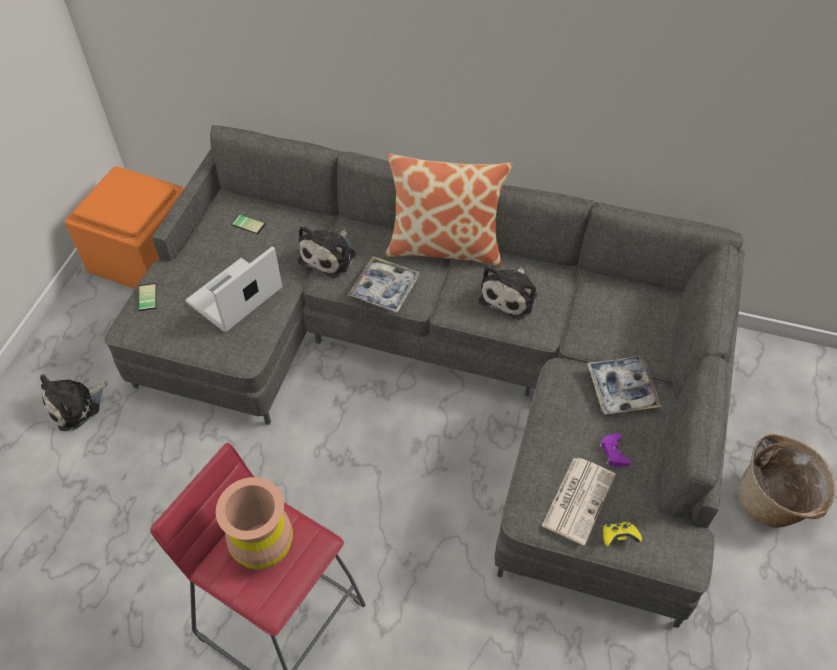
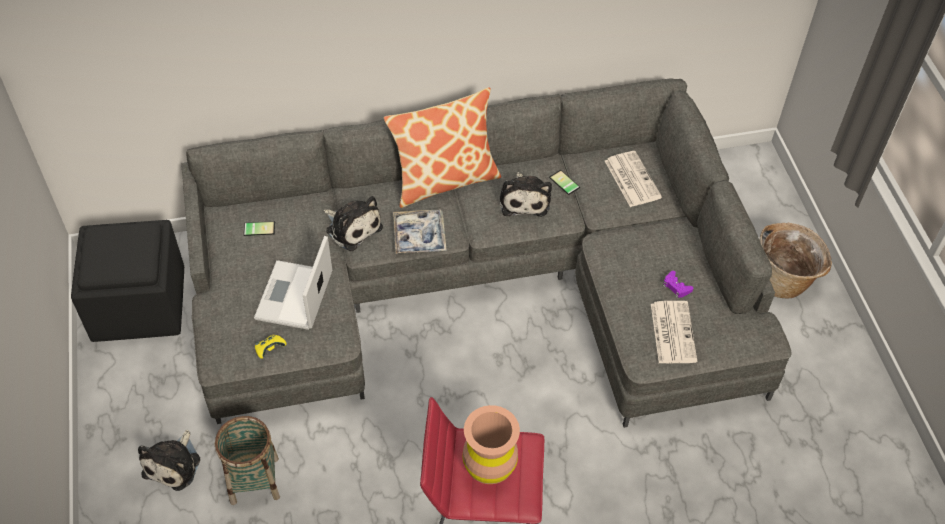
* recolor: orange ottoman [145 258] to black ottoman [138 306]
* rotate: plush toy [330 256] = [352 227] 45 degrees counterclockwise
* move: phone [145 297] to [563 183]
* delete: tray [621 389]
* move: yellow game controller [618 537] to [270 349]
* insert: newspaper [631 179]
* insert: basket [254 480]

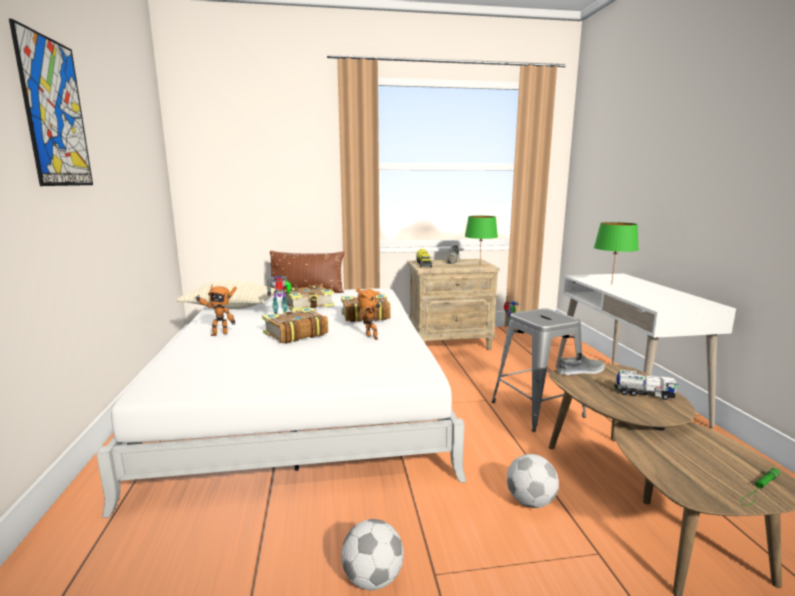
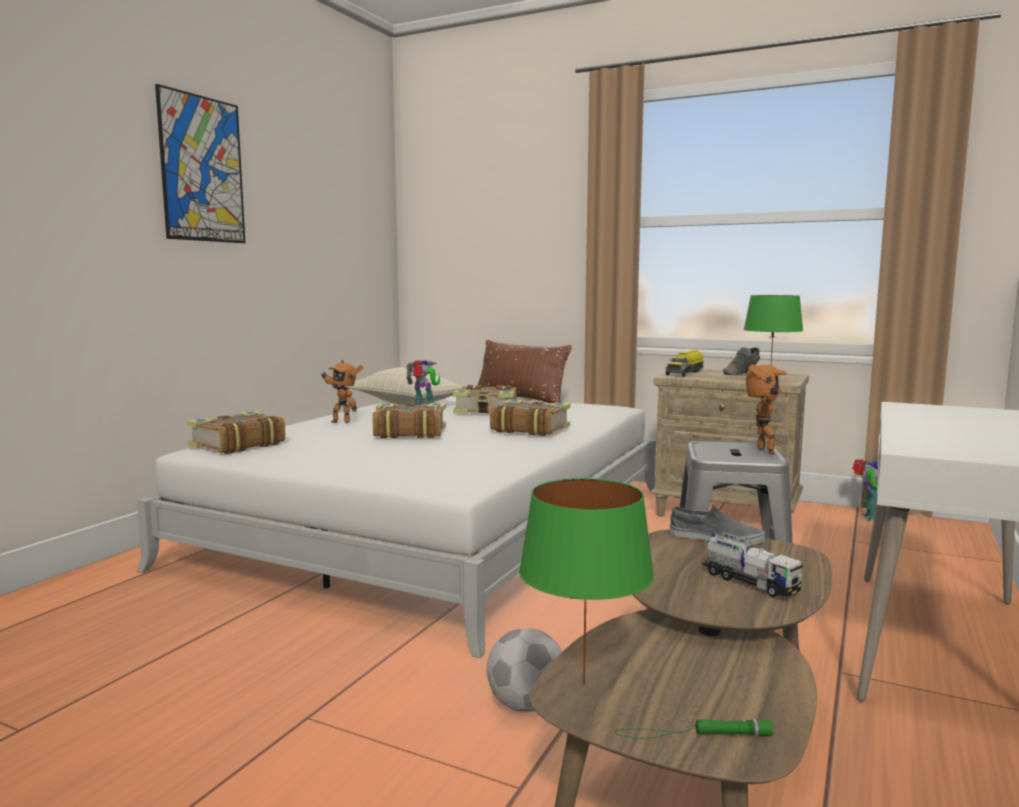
* move: green table lamp [611 284] to [583 685]
* move: toy robot [370 338] to [762 452]
* delete: football [372 579]
* insert: book [236 445]

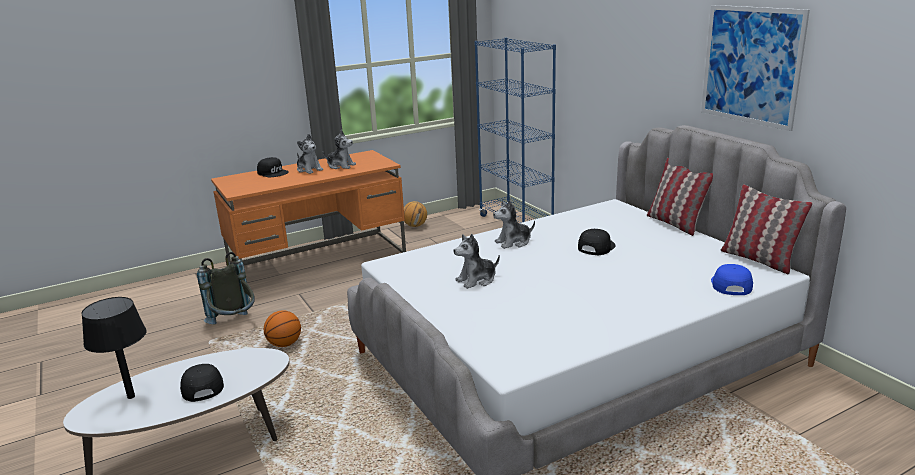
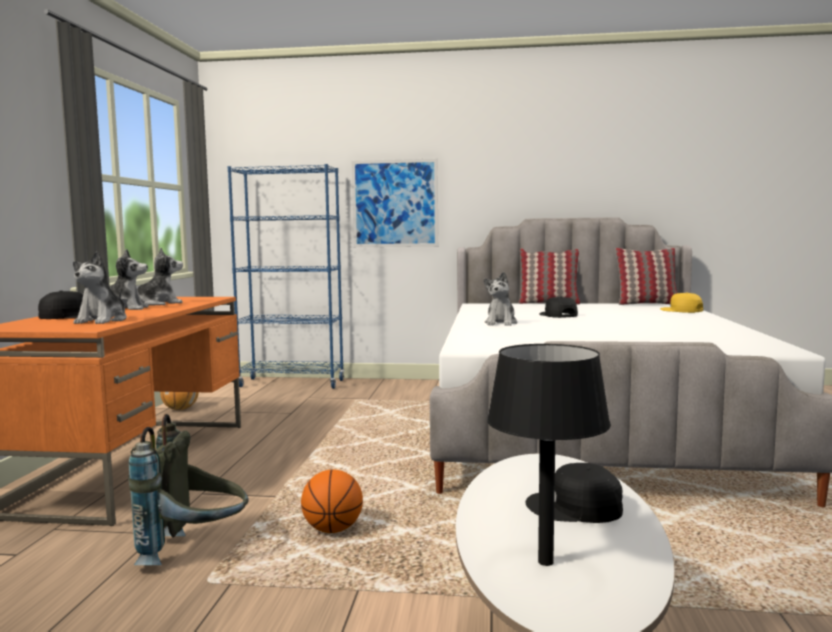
* move: picture [751 65] to [395 203]
* move: plush toy [477 280] to [102 321]
* recolor: blue cap [730 285] to yellow cap [681 310]

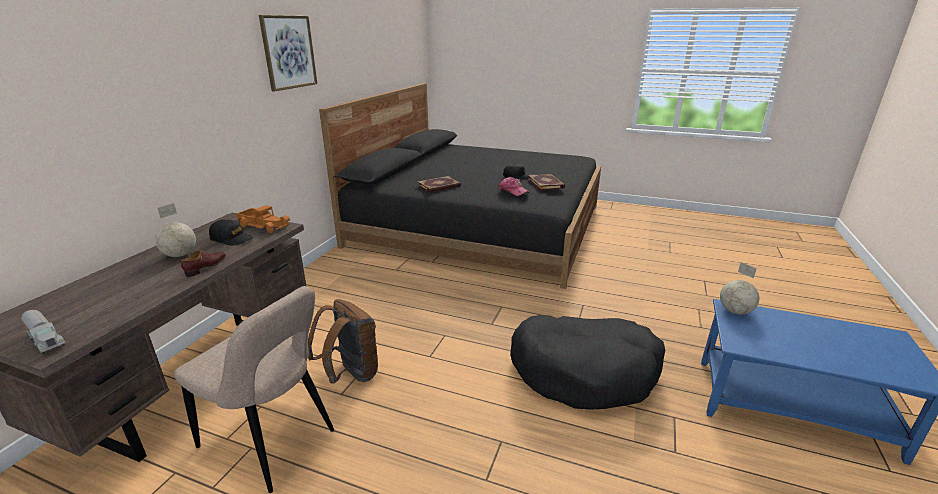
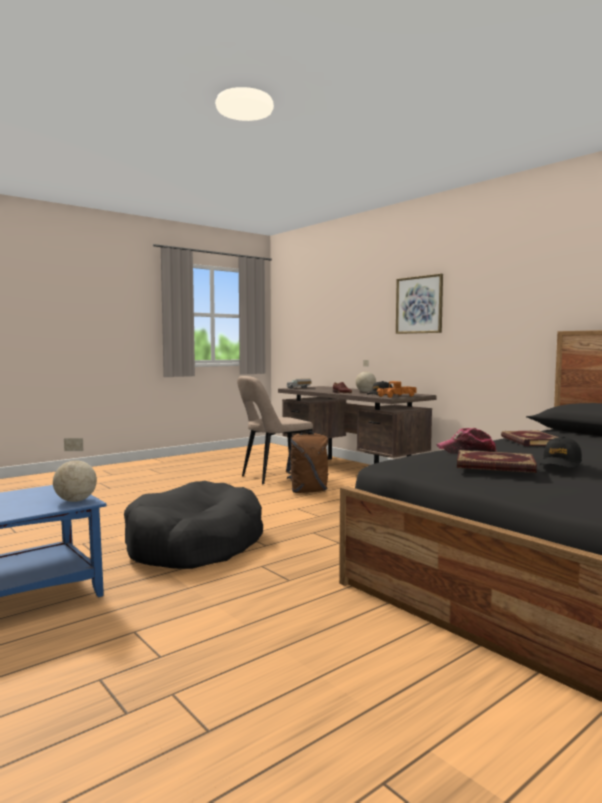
* move: picture [288 52] to [419 305]

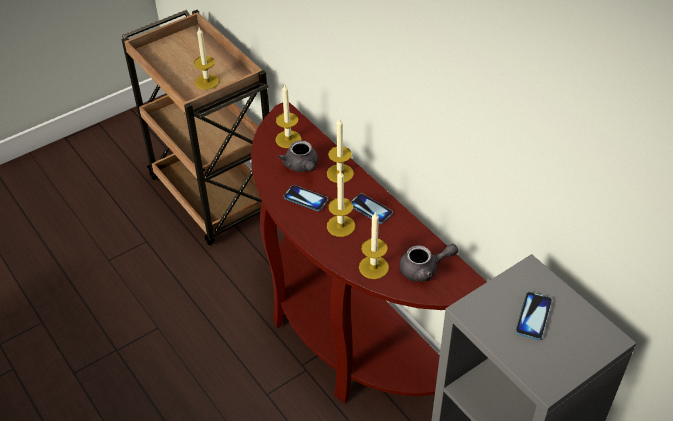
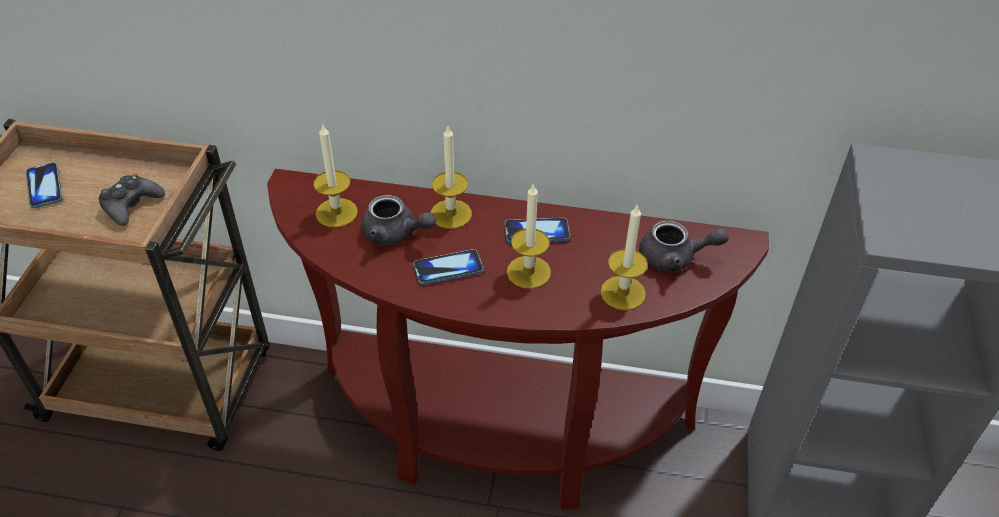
* replace: candle [207 81] to black game controller [131 205]
* rotate: grey teapot [424 269] = [675 258] 60 degrees clockwise
* move: phone [533 316] to [44 186]

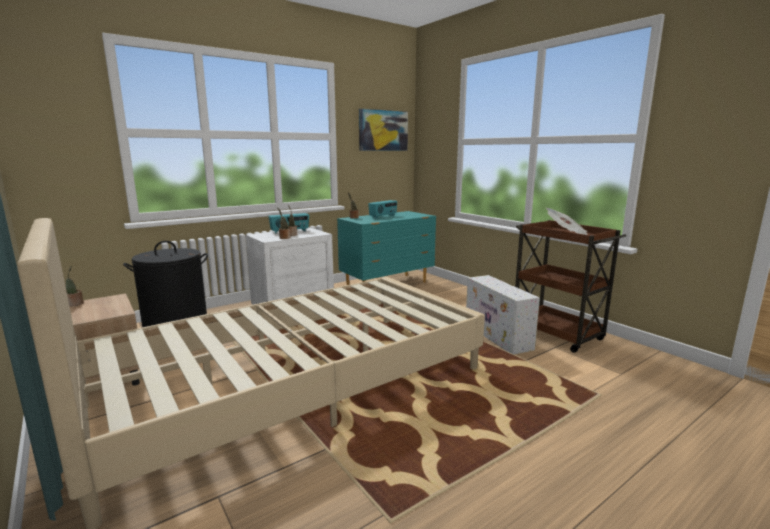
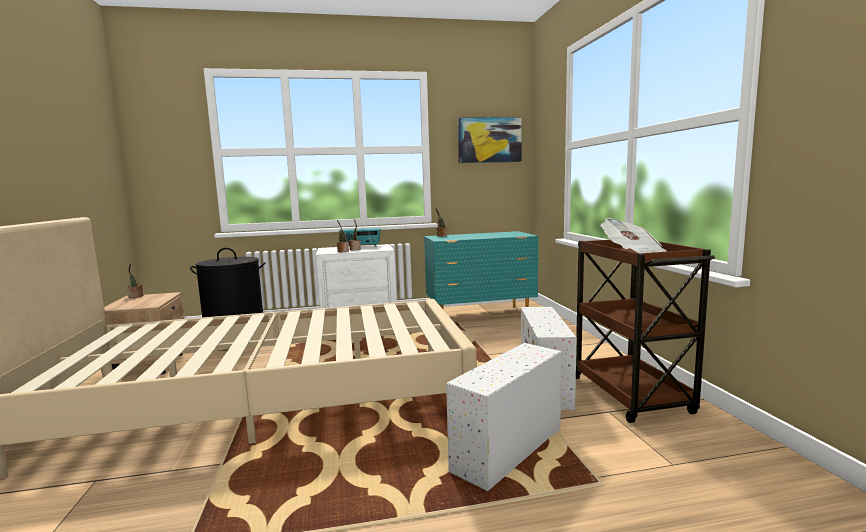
* delete: radio [383 216]
* insert: white storage box [507 451]

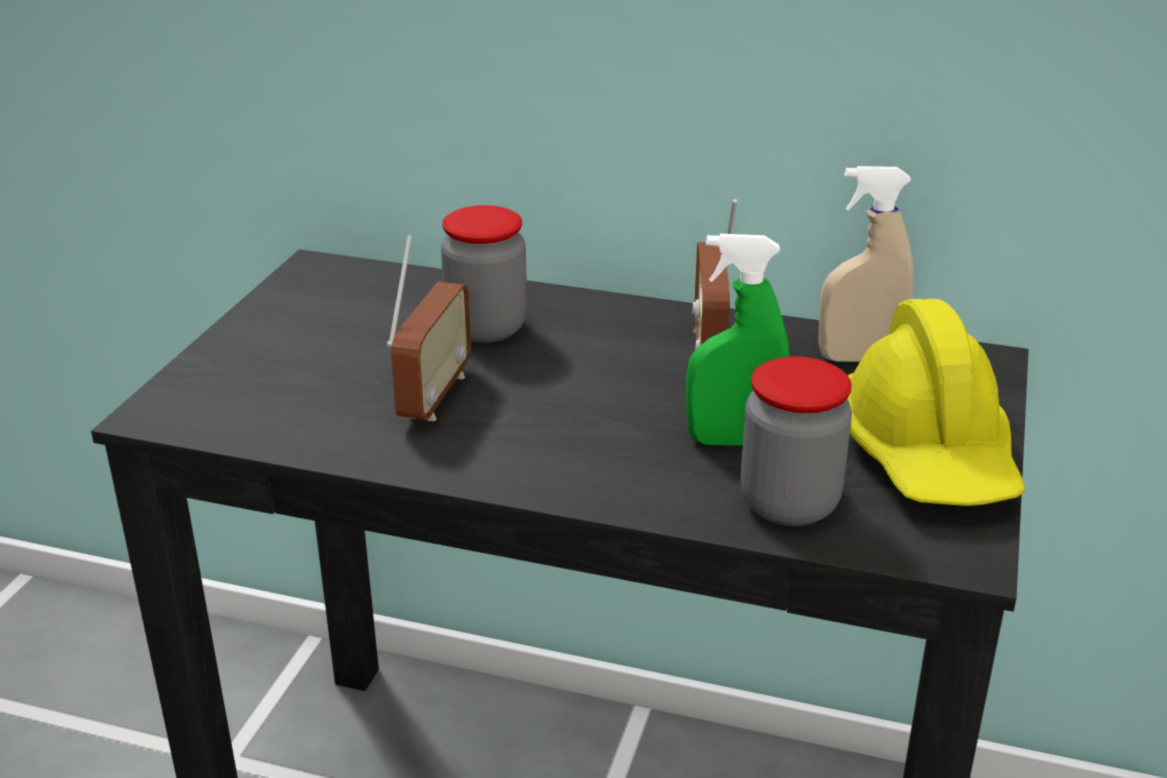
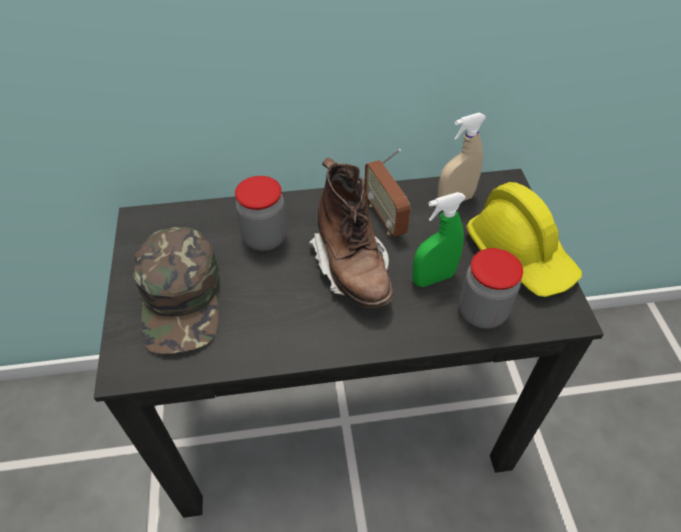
* delete: radio [434 396]
* insert: brown boot [352 268]
* insert: green cap [182 298]

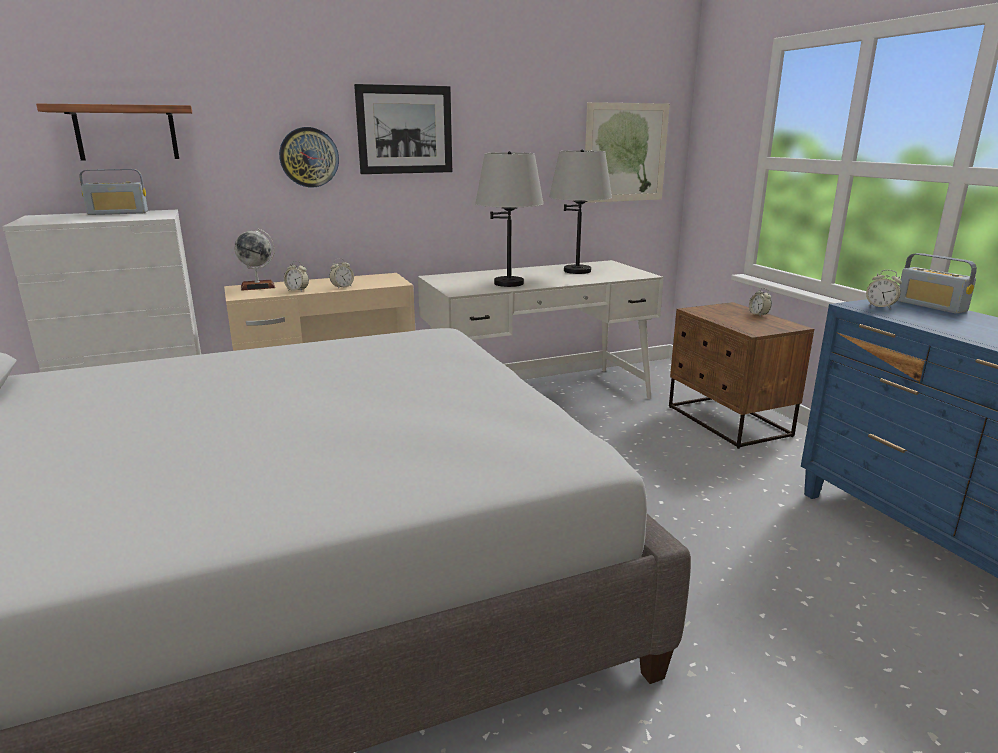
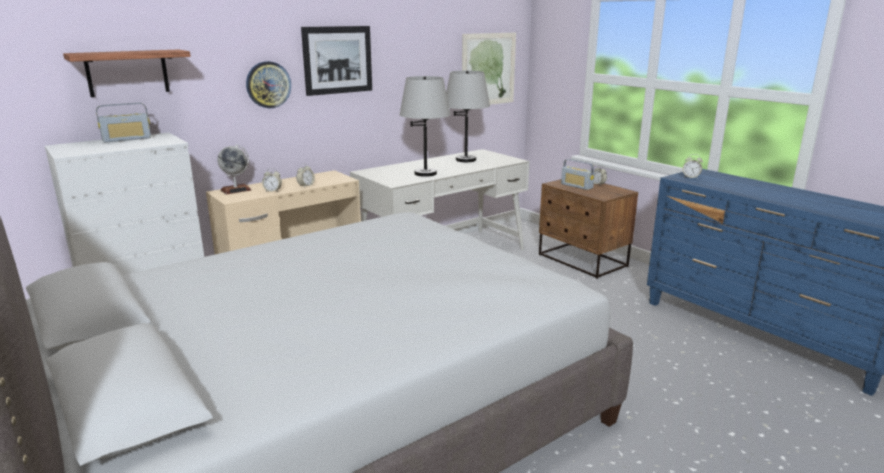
* move: radio [931 306] to [576 186]

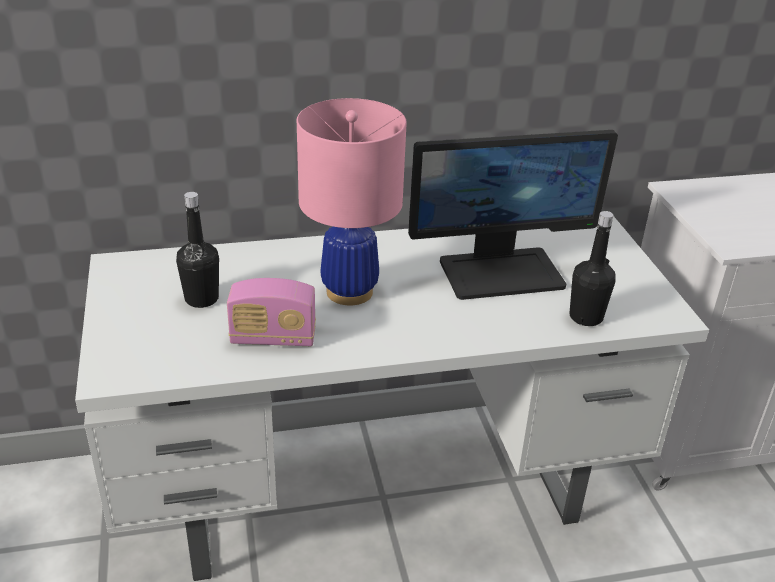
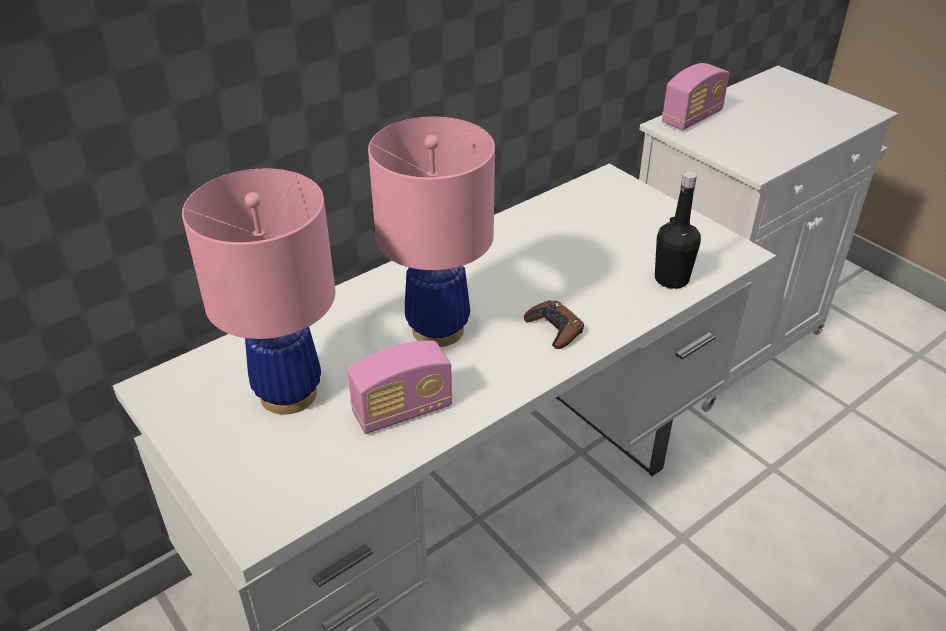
* delete: monitor [501 272]
* replace: black bottle [201 299] to pink table lamp [289 394]
* insert: radio [692 118]
* insert: brown game controller [554 329]

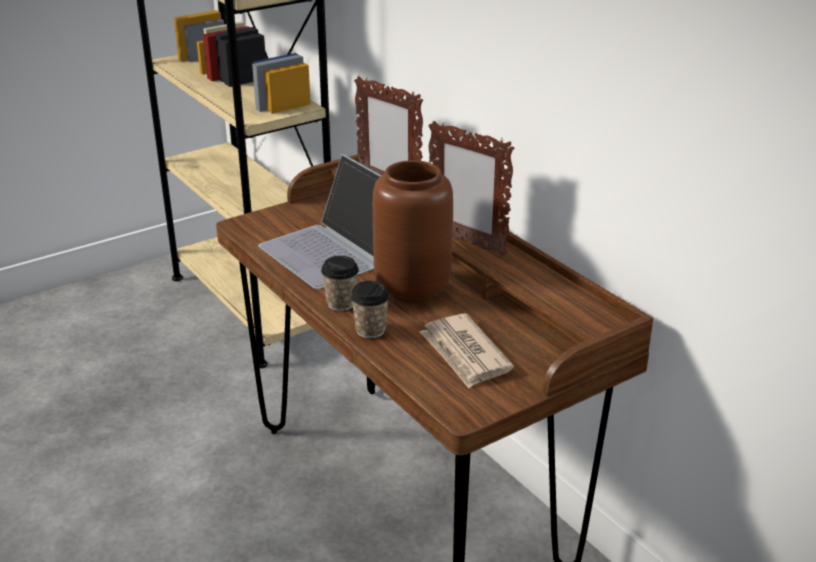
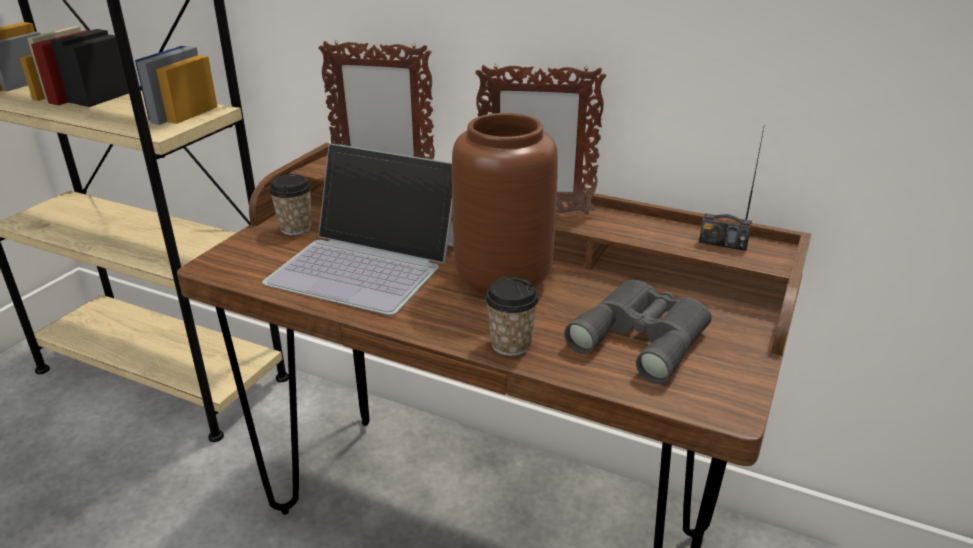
* move: cup [341 303] to [295 228]
* replace: newspaper [464 354] to grey binoculars [644 336]
* insert: radio [723 243]

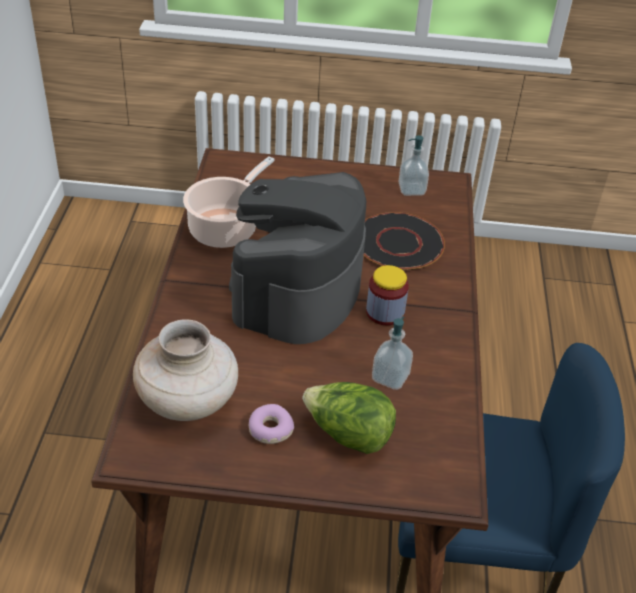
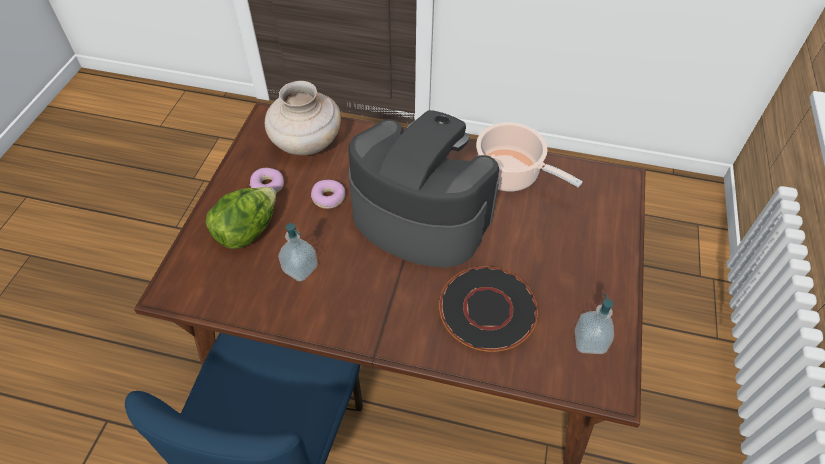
* delete: jar [385 312]
* insert: donut [328 198]

